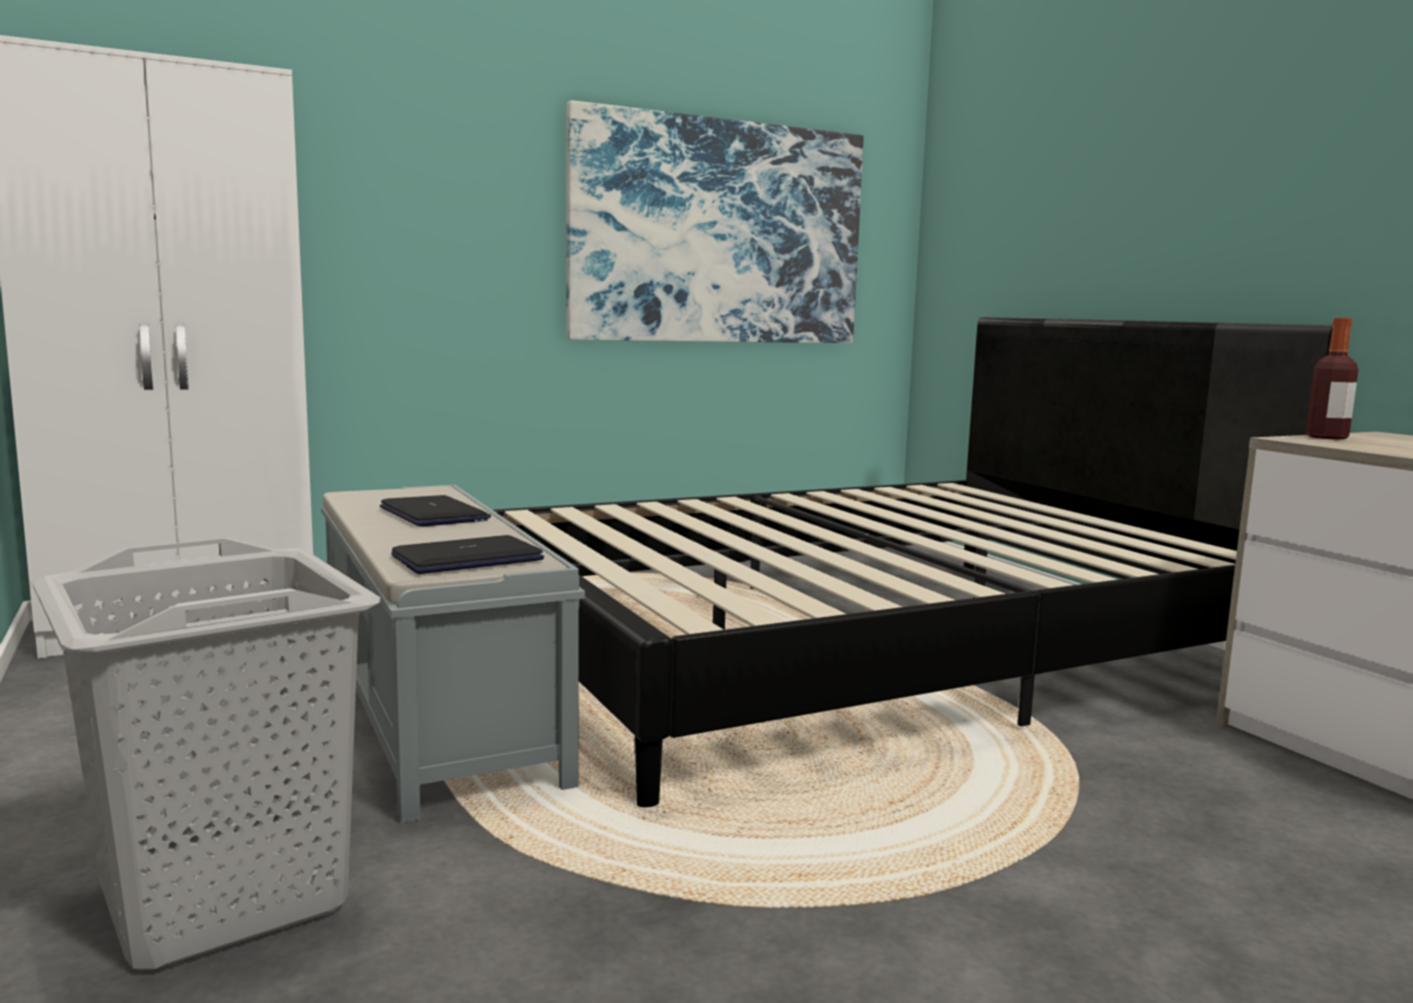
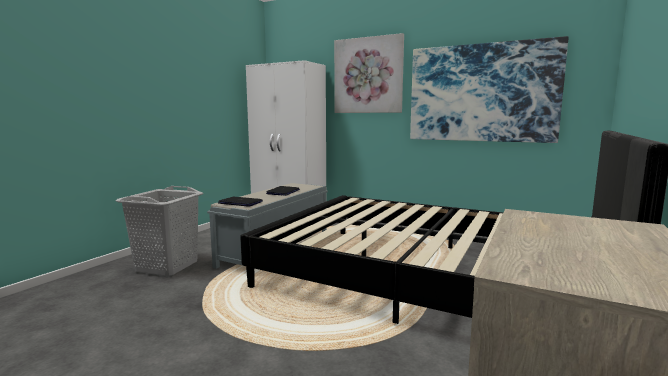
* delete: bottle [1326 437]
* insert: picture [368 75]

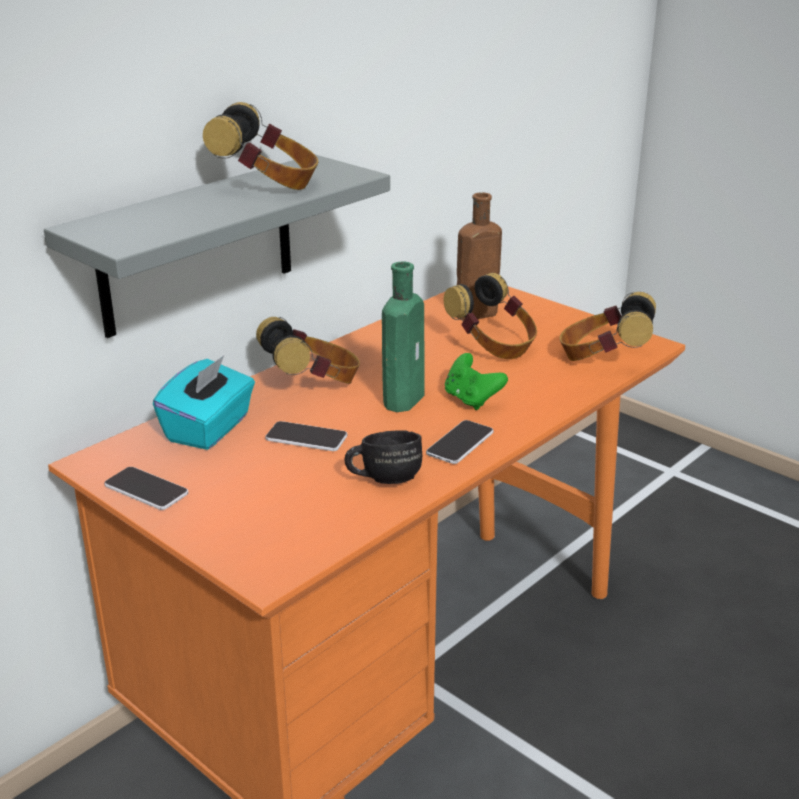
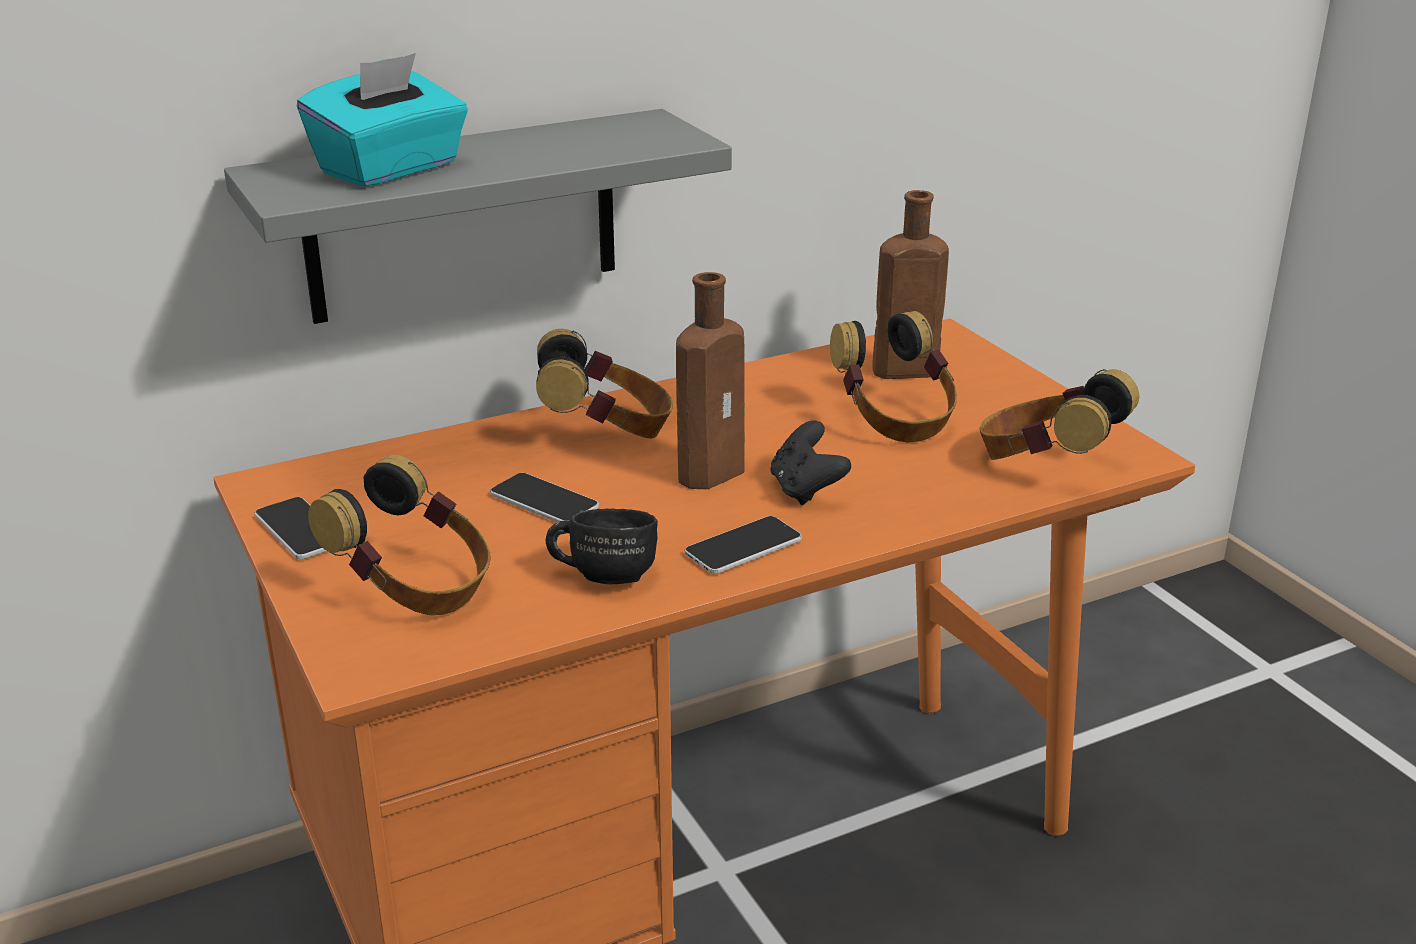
* move: headphones [267 185] to [415 589]
* recolor: green bottle [405 398] to brown bottle [715 471]
* recolor: green game controller [471 400] to black game controller [806 490]
* move: turquoise tissue box [209 429] to [391 169]

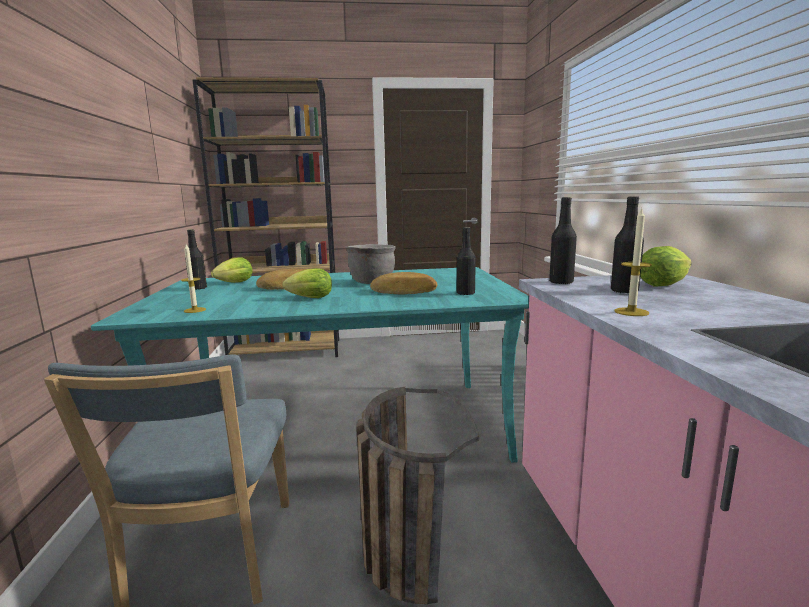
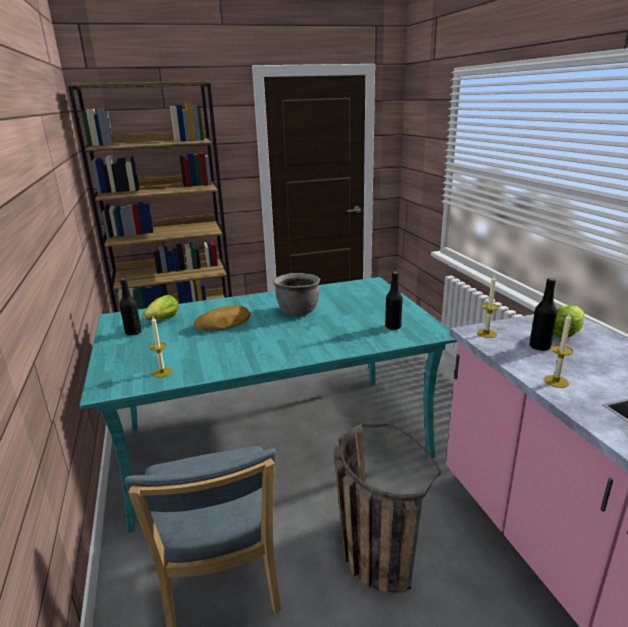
* replace: black bottle [561 282] to candle [486 333]
* delete: lettuce [308 298]
* delete: bread [404 291]

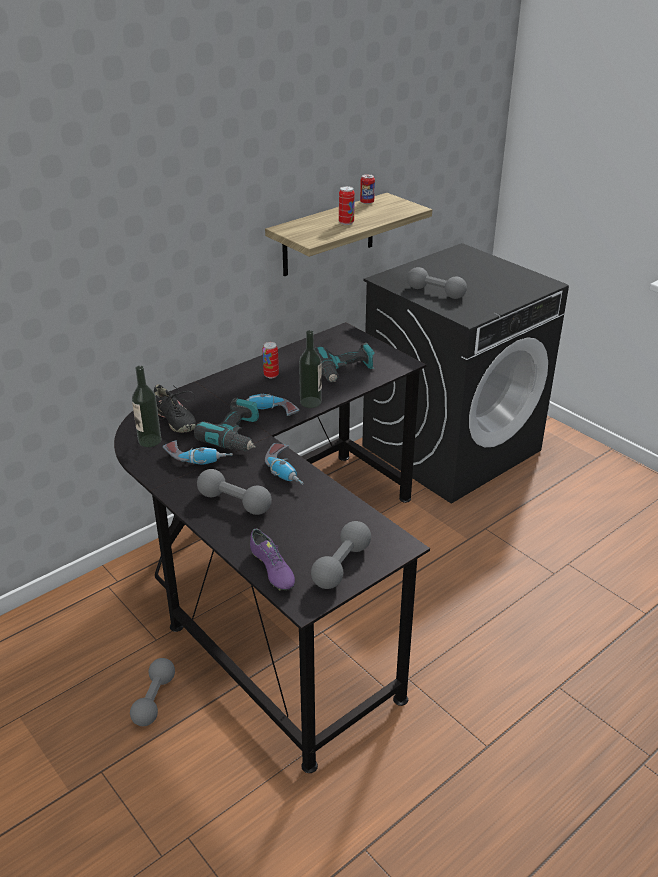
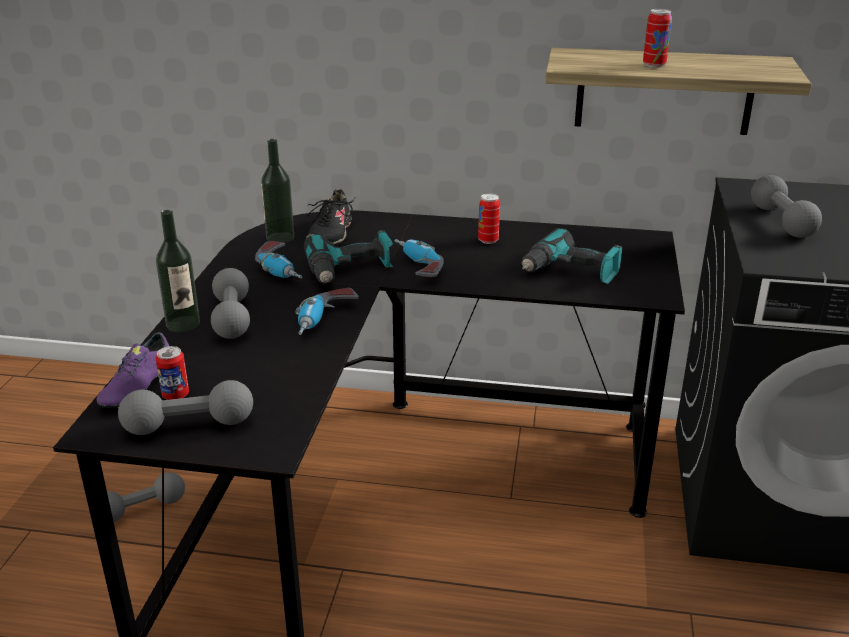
* move: can [367 202] to [175 395]
* move: bottle [310 402] to [183 324]

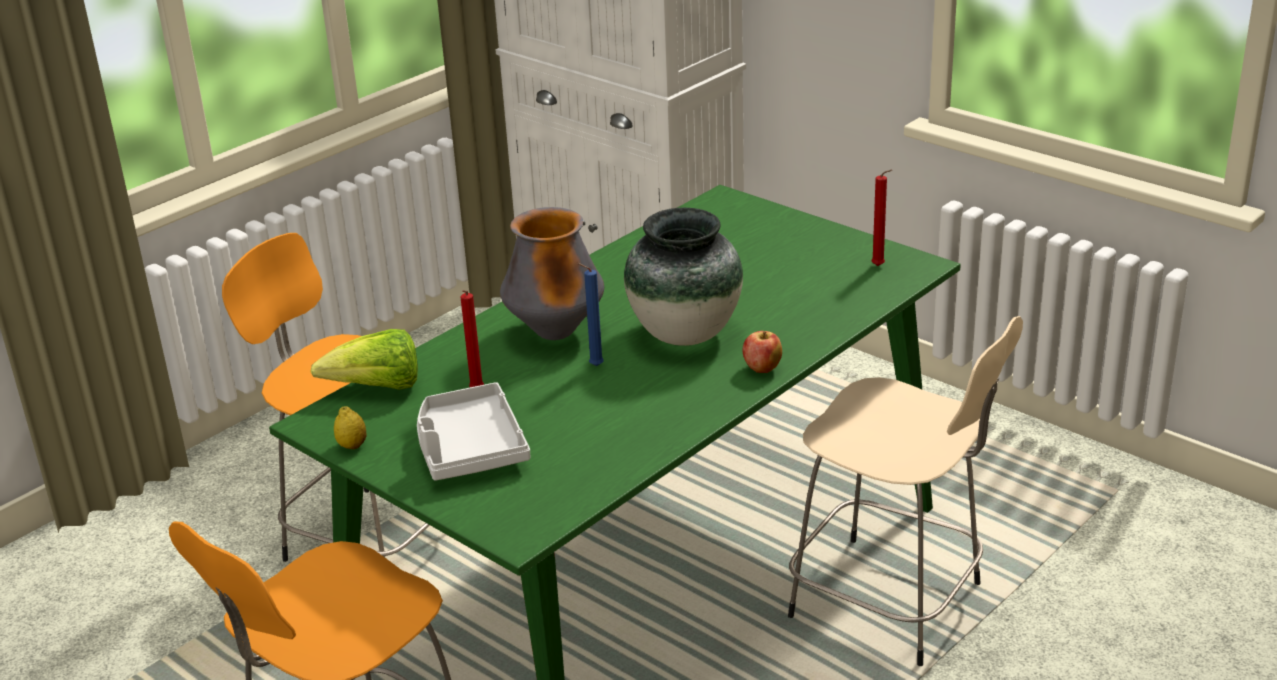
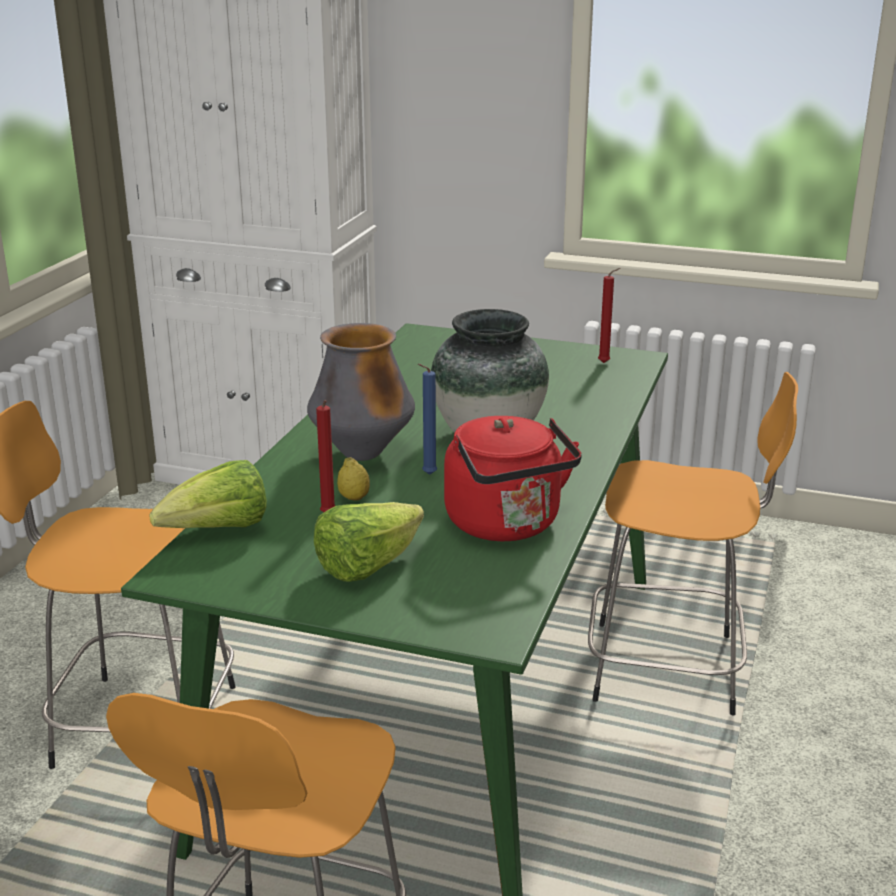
* recolor: beige stool [892 604] to orange stool [670 669]
* delete: apple [762 369]
* replace: grey tray [469 448] to lettuce [367 566]
* move: lemon [352 446] to [354 498]
* insert: red kettle [507 525]

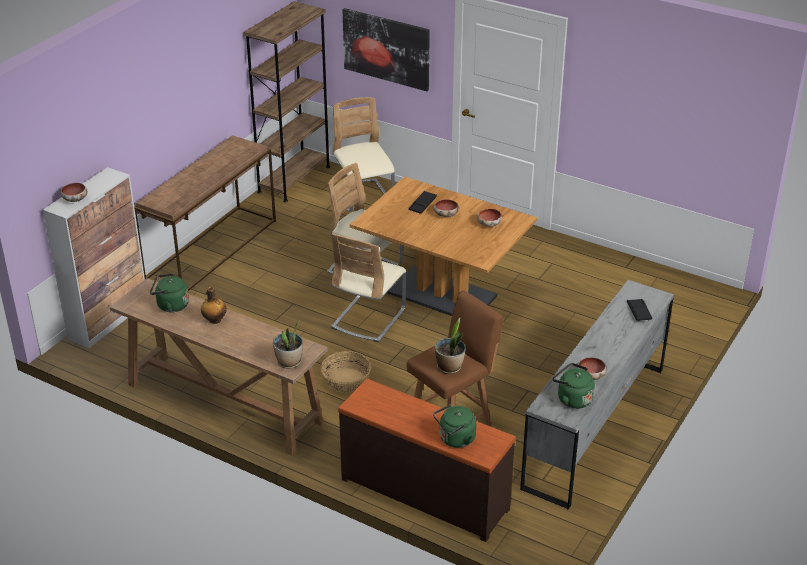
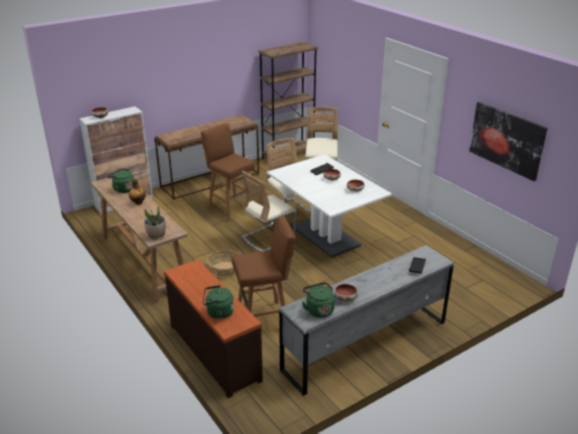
* move: picture [386 48] to [506 140]
* recolor: brown dining table [442 294] to white dining table [325 236]
* delete: potted plant [449 367]
* insert: brown stool [230 207]

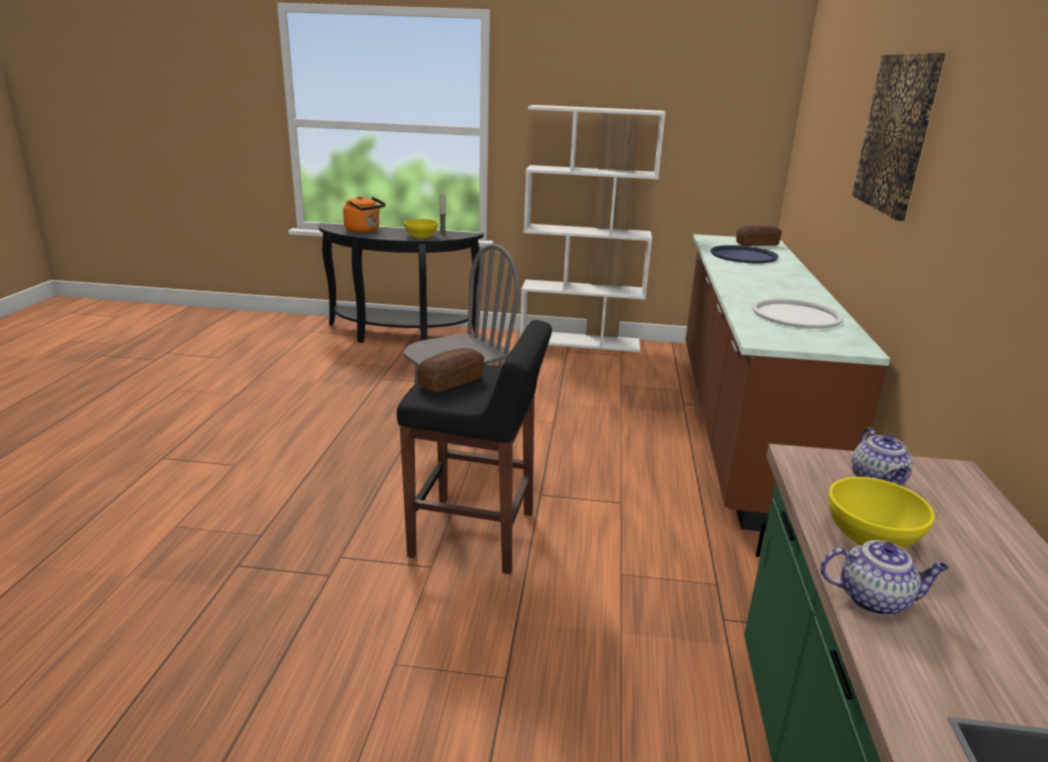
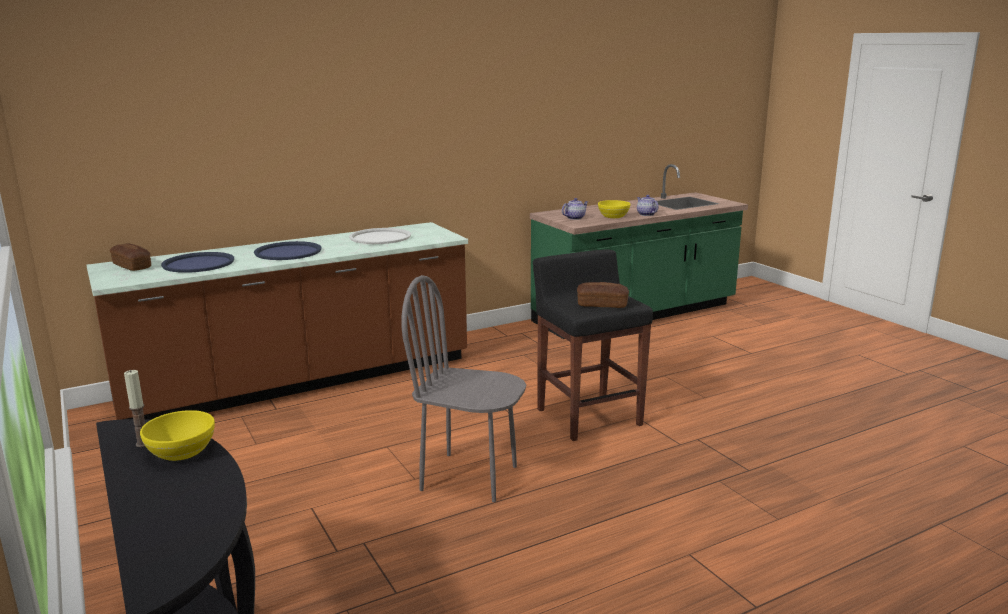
* delete: picture [898 134]
* delete: white bookcase [580 341]
* delete: orange kettle [364 231]
* insert: blue tray [288 252]

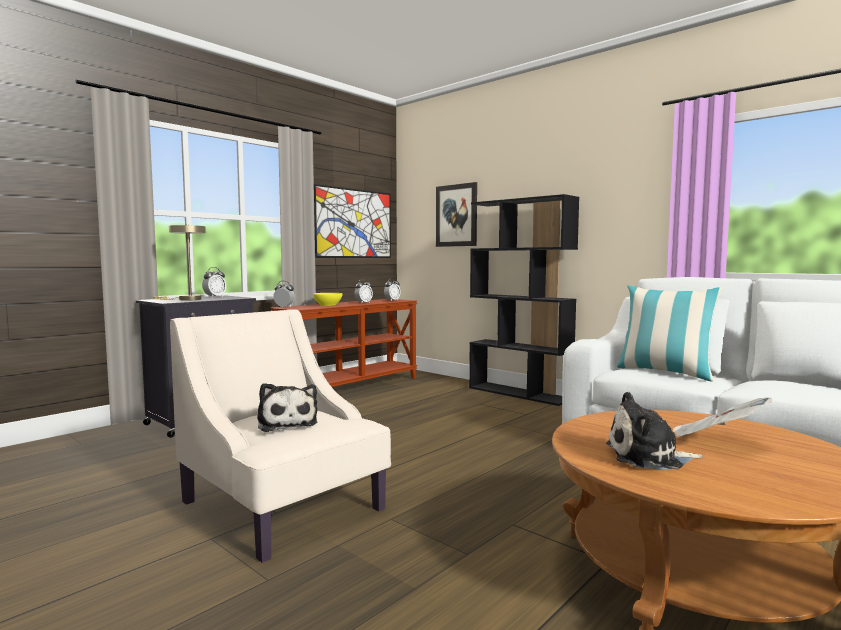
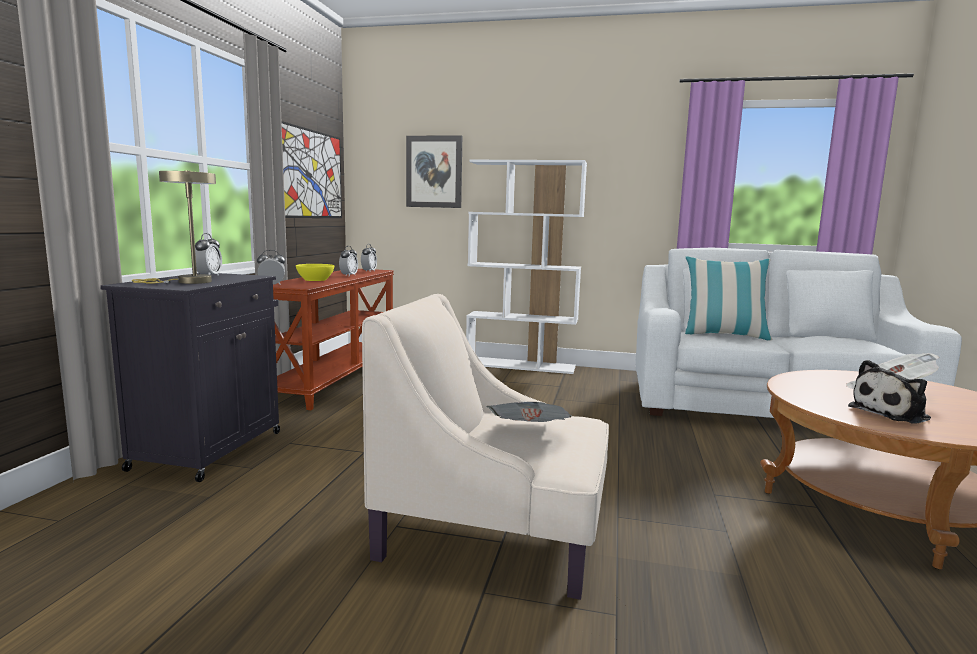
* recolor: black bookcase [519 393] to white bookcase [521 365]
* replace: plush toy [286 423] to newspaper [528 435]

